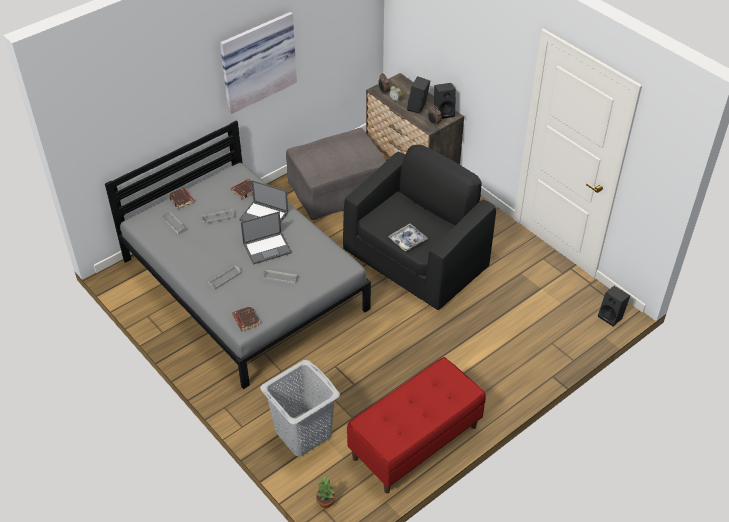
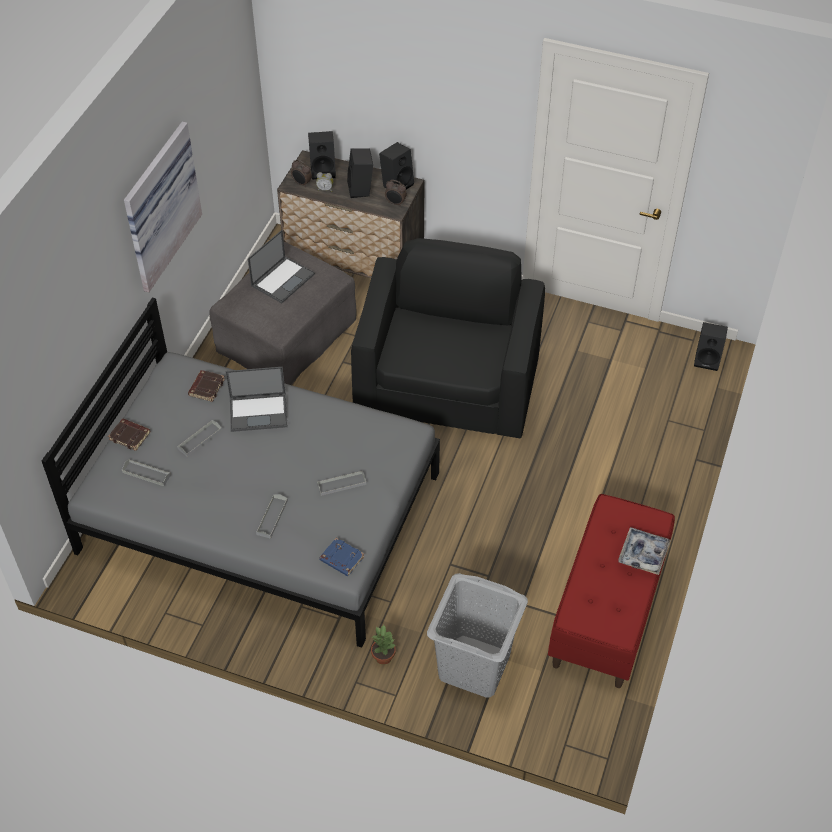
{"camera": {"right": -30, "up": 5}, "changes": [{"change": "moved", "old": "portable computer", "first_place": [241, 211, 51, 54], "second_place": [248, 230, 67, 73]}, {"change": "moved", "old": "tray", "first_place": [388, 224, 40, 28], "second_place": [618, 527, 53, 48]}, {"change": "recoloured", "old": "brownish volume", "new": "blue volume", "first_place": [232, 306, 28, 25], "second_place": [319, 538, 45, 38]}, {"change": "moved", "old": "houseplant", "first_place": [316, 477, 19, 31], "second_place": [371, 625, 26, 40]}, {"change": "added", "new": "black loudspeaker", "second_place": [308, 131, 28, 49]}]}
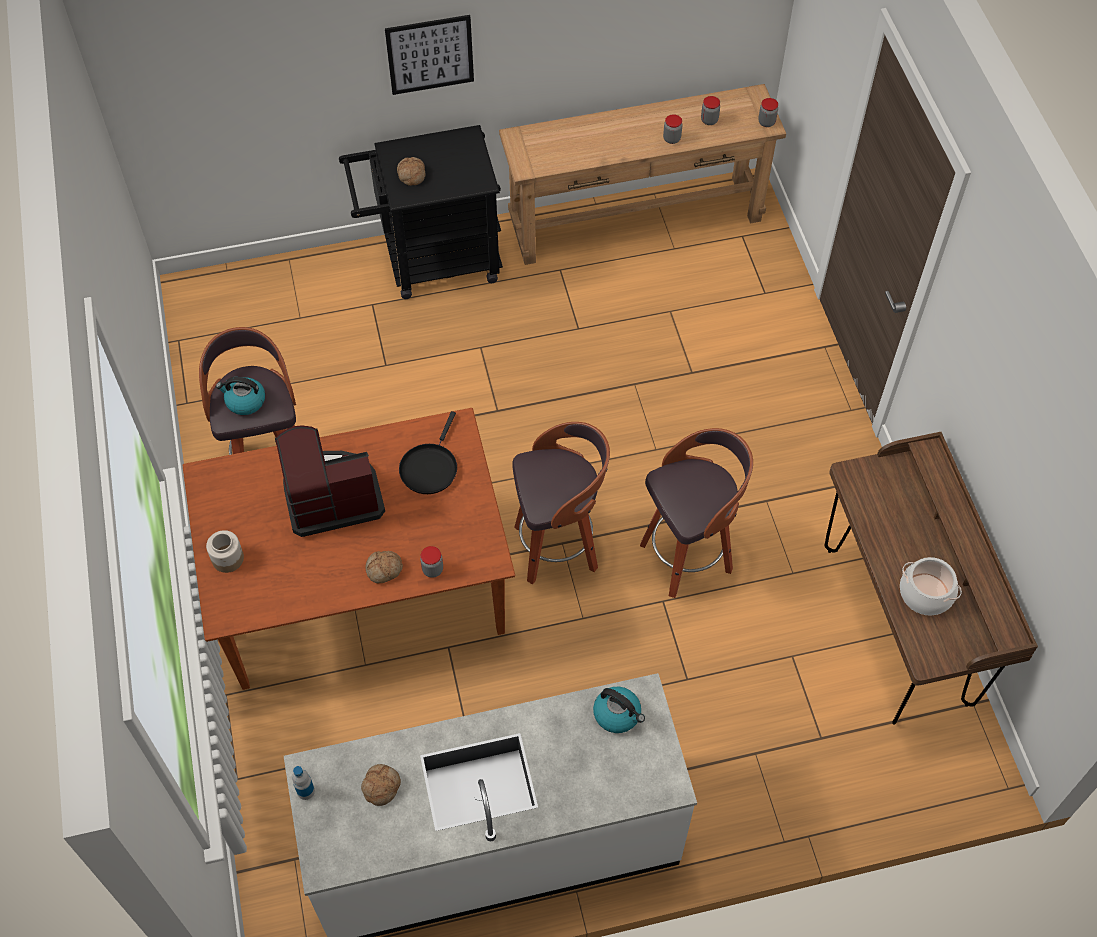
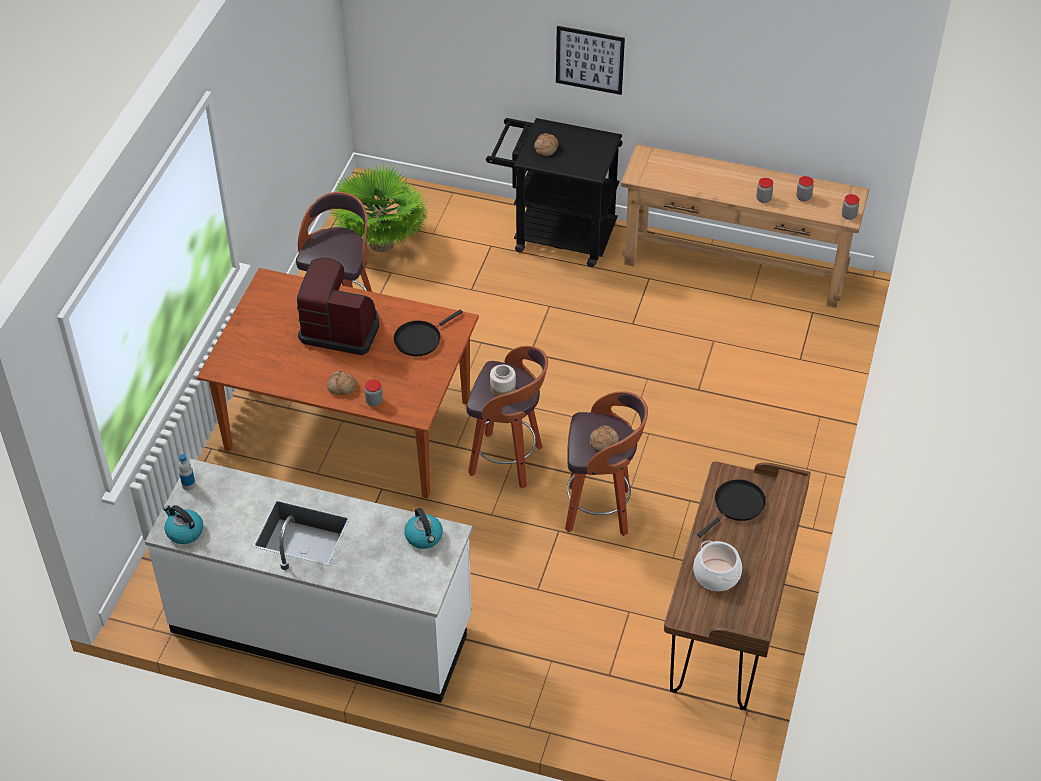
{"camera": {"right": 30, "up": -10}, "changes": [{"change": "moved", "old": "kettle", "first_place": [216, 377, 49, 38], "second_place": [163, 505, 40, 39]}, {"change": "moved", "old": "jar", "first_place": [206, 530, 38, 43], "second_place": [490, 365, 26, 32]}, {"change": "moved", "old": "baked bread", "first_place": [361, 764, 40, 42], "second_place": [590, 426, 29, 26]}, {"change": "added", "new": "houseplant", "second_place": [329, 164, 99, 88]}, {"change": "added", "new": "black skillet", "second_place": [697, 479, 69, 59]}]}
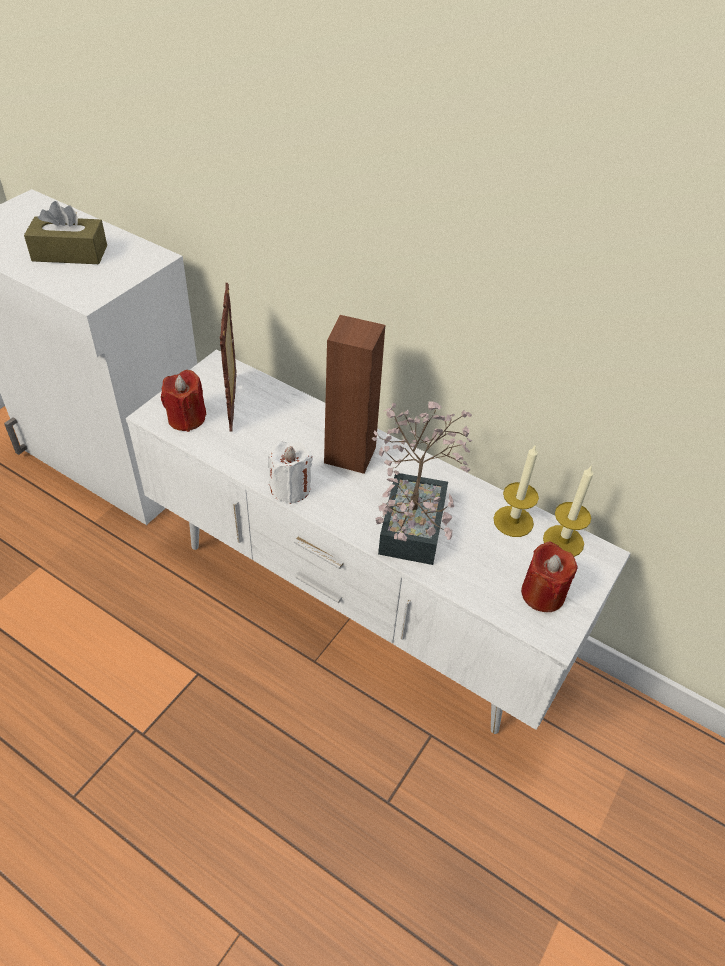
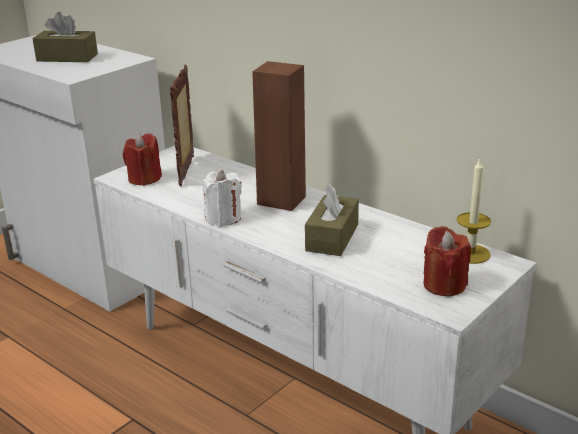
{"camera": {"right": 10, "up": -20}, "changes": [{"change": "replaced", "old": "houseplant", "new": "brownish tissue holder", "first_place": [372, 401, 100, 164], "second_place": [305, 184, 54, 72]}, {"change": "removed", "old": "wax light", "first_place": [494, 444, 45, 93]}]}
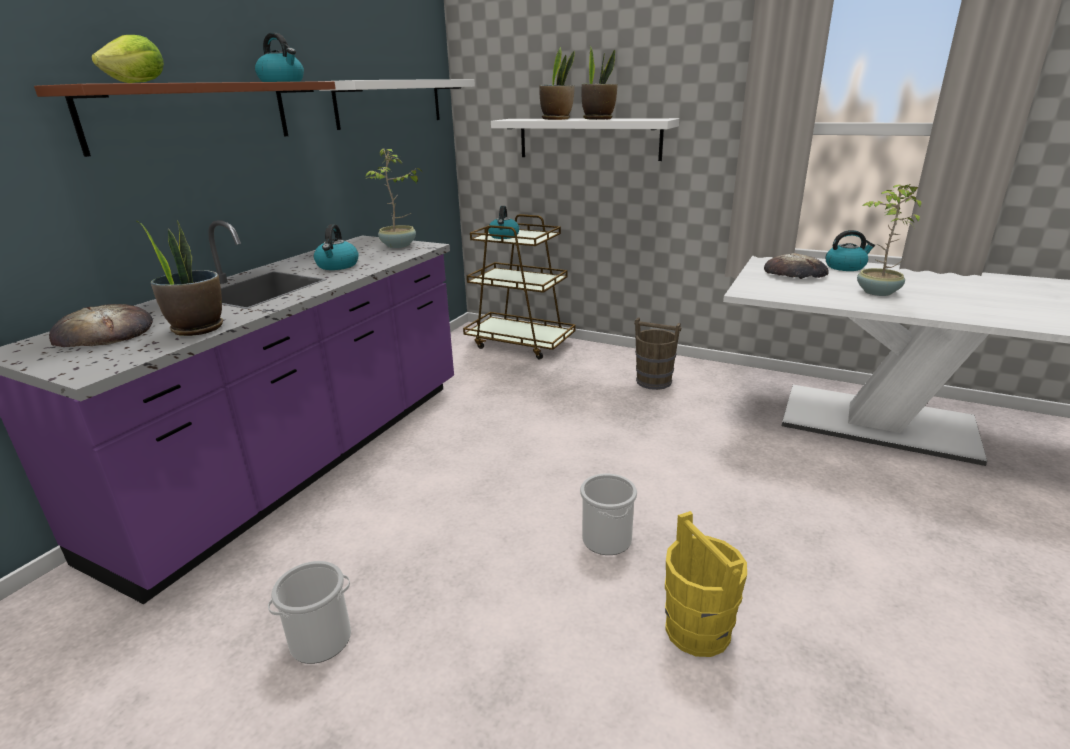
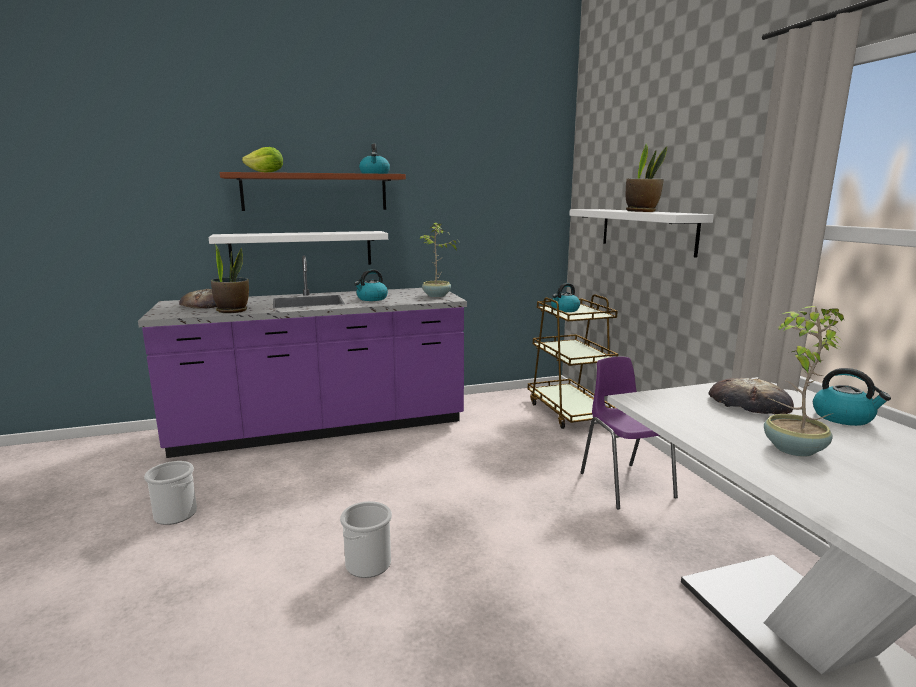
{"camera": {"right": 45, "up": -10}, "changes": [{"change": "removed", "old": "houseplant", "first_place": [539, 47, 36, 73]}, {"change": "moved", "old": "whitish bracket shelf", "first_place": [319, 79, 156, 51], "second_place": [208, 231, 180, 37]}, {"change": "replaced", "old": "brownish water bucket", "new": "purplish chair", "first_place": [634, 317, 47, 73], "second_place": [580, 356, 98, 153]}, {"change": "removed", "old": "yellow water bucket", "first_place": [665, 511, 82, 146]}]}
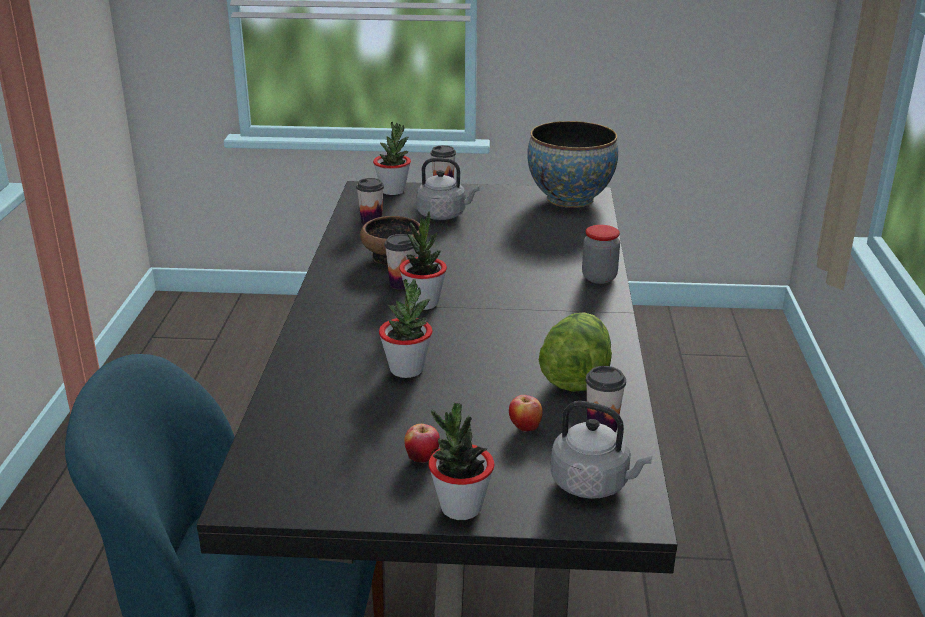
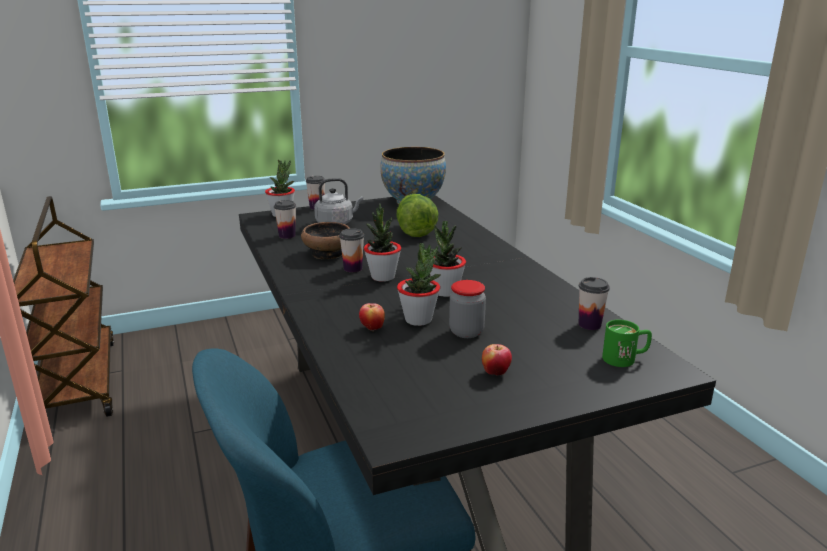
{"camera": {"right": -25, "up": -5}, "changes": [{"change": "moved", "old": "jar", "first_place": [582, 225, 38, 59], "second_place": [449, 280, 37, 58]}, {"change": "moved", "old": "lettuce", "first_place": [539, 312, 73, 80], "second_place": [396, 194, 43, 43]}, {"change": "moved", "old": "apple fruit", "first_place": [509, 395, 33, 37], "second_place": [359, 303, 26, 28]}, {"change": "replaced", "old": "greyish kettle", "new": "greenish tea mug", "first_place": [550, 401, 102, 98], "second_place": [602, 320, 50, 47]}, {"change": "moved", "old": "houseplant", "first_place": [429, 403, 65, 117], "second_place": [430, 221, 36, 76]}, {"change": "added", "new": "brownish wheeled cart", "second_place": [13, 196, 101, 221]}]}
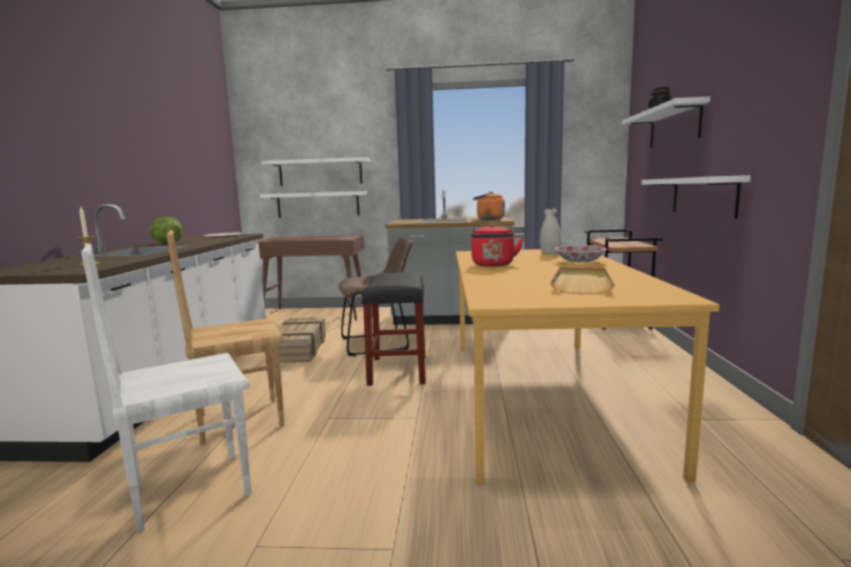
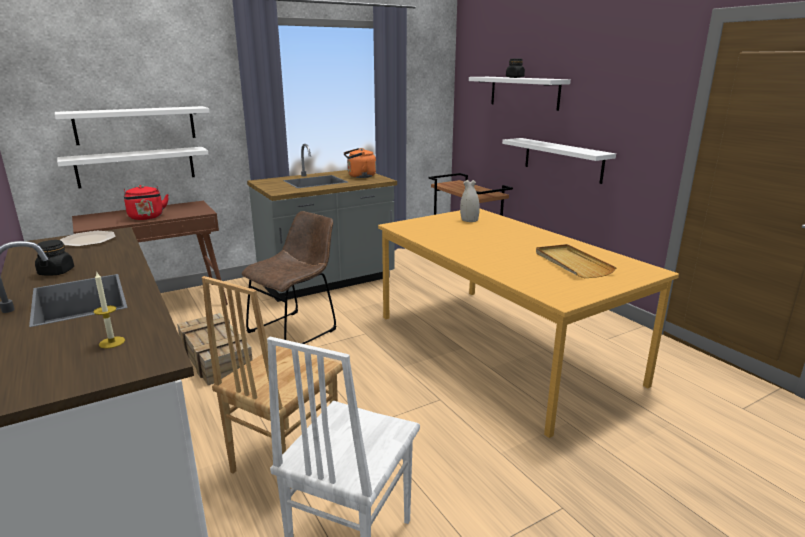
{"camera": {"right": -35, "up": 10}, "changes": [{"change": "replaced", "old": "lettuce", "new": "black jar", "first_place": [150, 217, 32, 26], "second_place": [35, 240, 39, 36]}, {"change": "moved", "old": "reddish kettle", "first_place": [471, 224, 53, 43], "second_place": [124, 185, 45, 35]}, {"change": "removed", "old": "serving bowl", "first_place": [555, 246, 52, 17]}, {"change": "removed", "old": "black sitting stool", "first_place": [361, 272, 65, 114]}]}
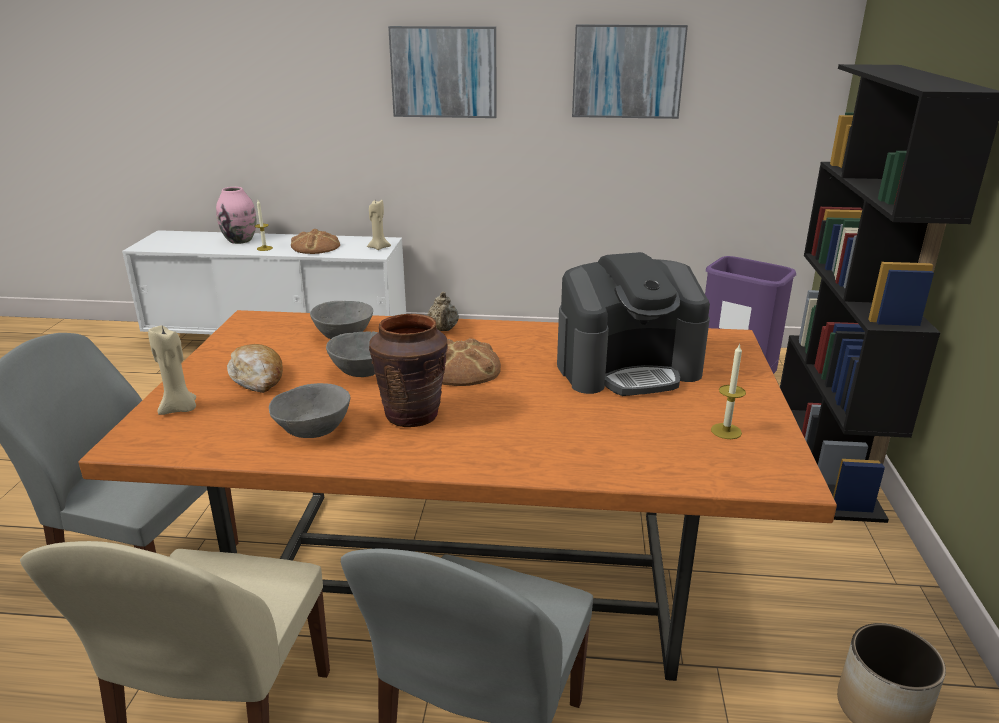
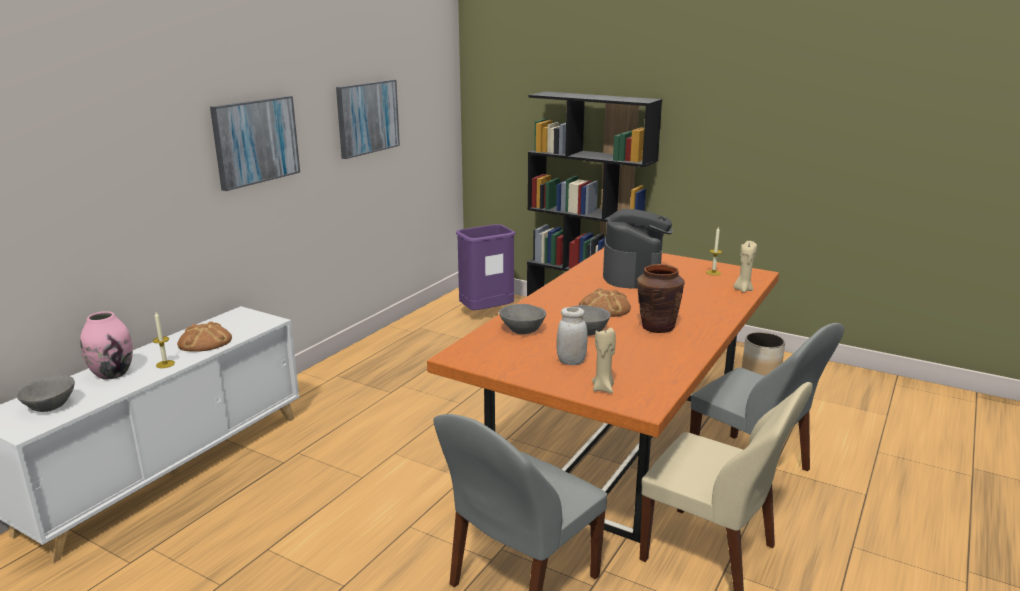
{"camera": {"right": -65, "up": -5}, "changes": [{"change": "moved", "old": "sand-coloured wax light", "first_place": [367, 200, 24, 50], "second_place": [733, 241, 24, 51]}, {"change": "removed", "old": "sand-coloured pot for tea", "first_place": [427, 292, 32, 39]}, {"change": "replaced", "old": "baked bread", "new": "whitish jar", "first_place": [227, 344, 56, 49], "second_place": [557, 307, 30, 58]}, {"change": "moved", "old": "greyish serving bowl", "first_place": [269, 383, 81, 55], "second_place": [16, 375, 59, 37]}]}
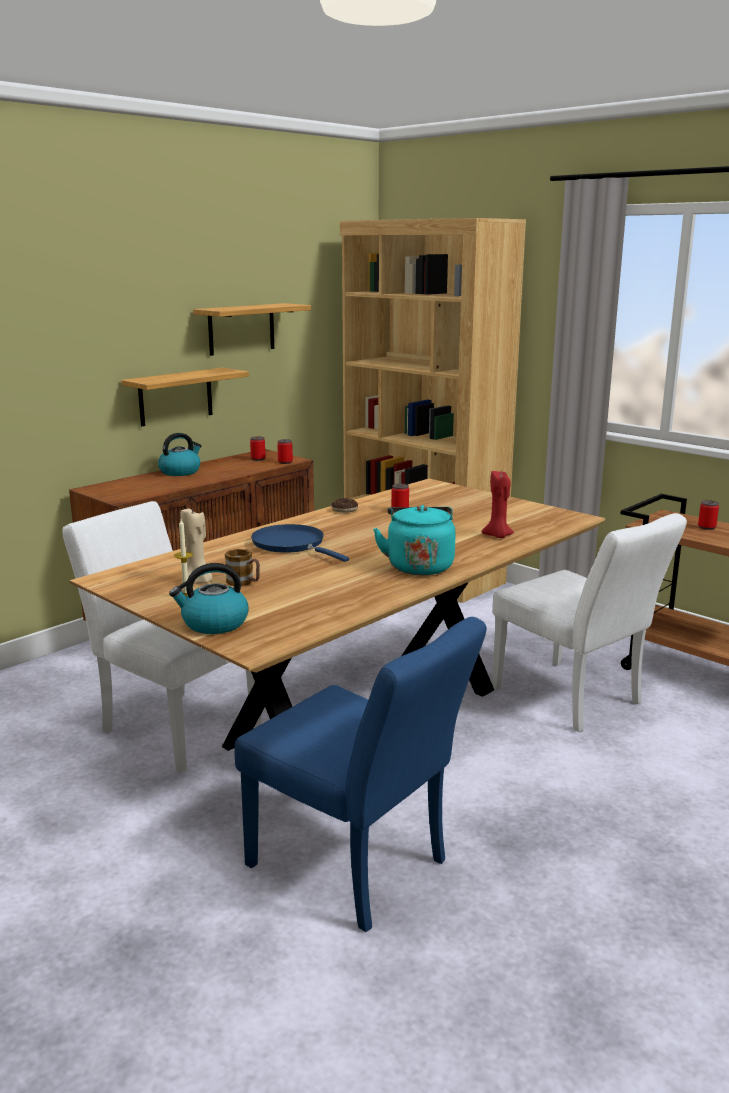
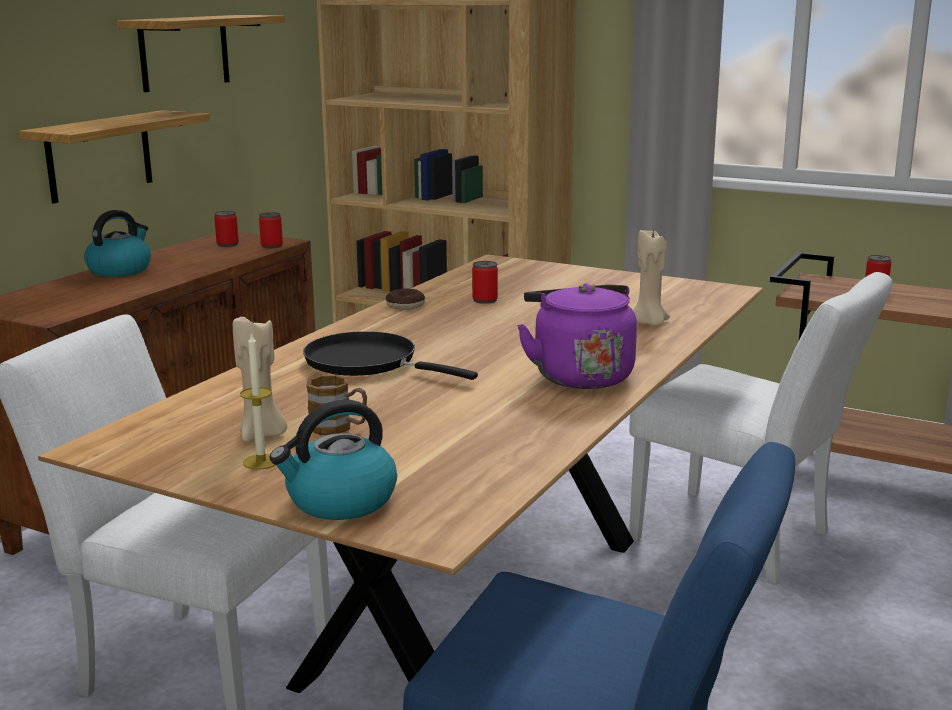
{"camera": {"right": -15, "up": 0}, "changes": [{"change": "recoloured", "old": "reddish wax light", "new": "sand-coloured wax light", "first_place": [482, 471, 32, 67], "second_place": [633, 228, 37, 98]}, {"change": "recoloured", "old": "blue-green kettle", "new": "purplish kettle", "first_place": [373, 505, 83, 70], "second_place": [517, 283, 120, 106]}, {"change": "recoloured", "old": "blue skillet", "new": "black skillet", "first_place": [251, 524, 98, 38], "second_place": [303, 331, 175, 49]}]}
